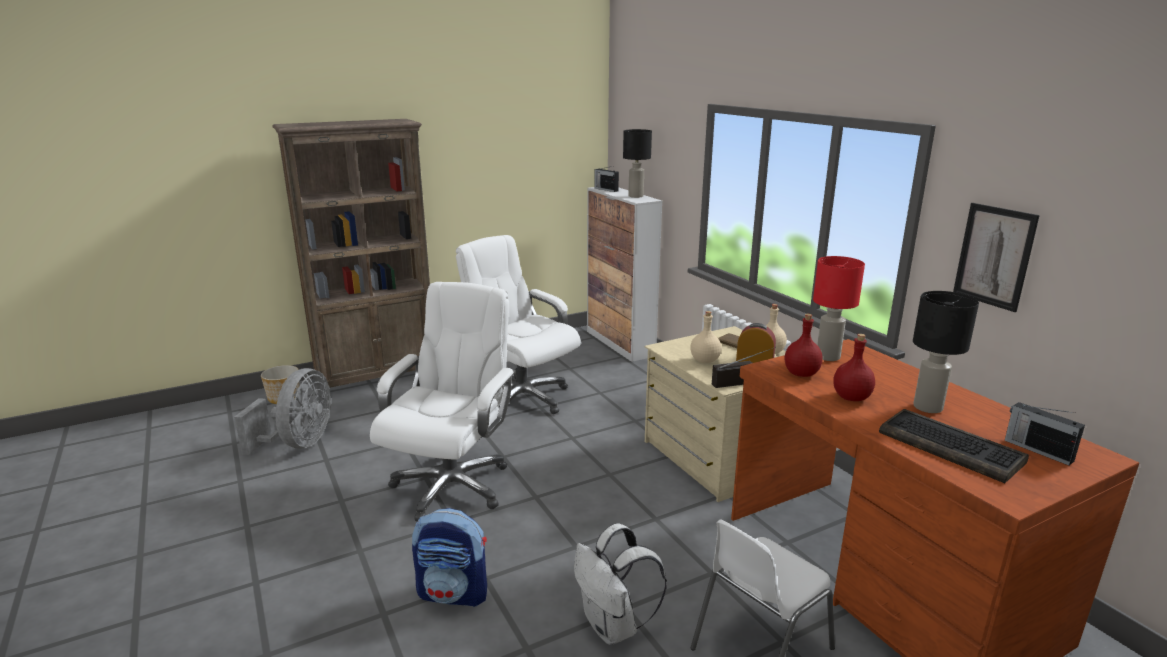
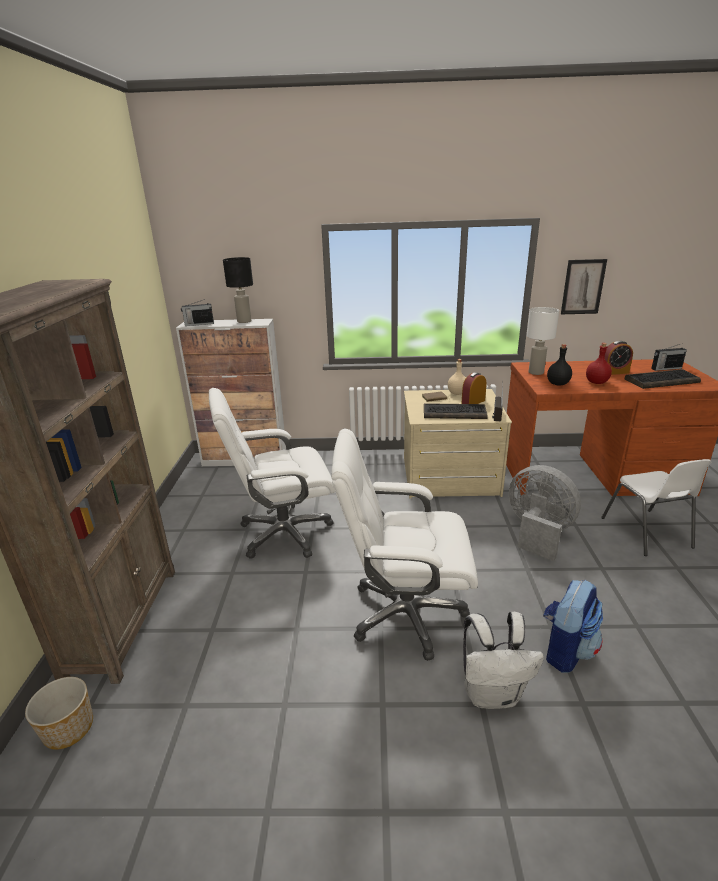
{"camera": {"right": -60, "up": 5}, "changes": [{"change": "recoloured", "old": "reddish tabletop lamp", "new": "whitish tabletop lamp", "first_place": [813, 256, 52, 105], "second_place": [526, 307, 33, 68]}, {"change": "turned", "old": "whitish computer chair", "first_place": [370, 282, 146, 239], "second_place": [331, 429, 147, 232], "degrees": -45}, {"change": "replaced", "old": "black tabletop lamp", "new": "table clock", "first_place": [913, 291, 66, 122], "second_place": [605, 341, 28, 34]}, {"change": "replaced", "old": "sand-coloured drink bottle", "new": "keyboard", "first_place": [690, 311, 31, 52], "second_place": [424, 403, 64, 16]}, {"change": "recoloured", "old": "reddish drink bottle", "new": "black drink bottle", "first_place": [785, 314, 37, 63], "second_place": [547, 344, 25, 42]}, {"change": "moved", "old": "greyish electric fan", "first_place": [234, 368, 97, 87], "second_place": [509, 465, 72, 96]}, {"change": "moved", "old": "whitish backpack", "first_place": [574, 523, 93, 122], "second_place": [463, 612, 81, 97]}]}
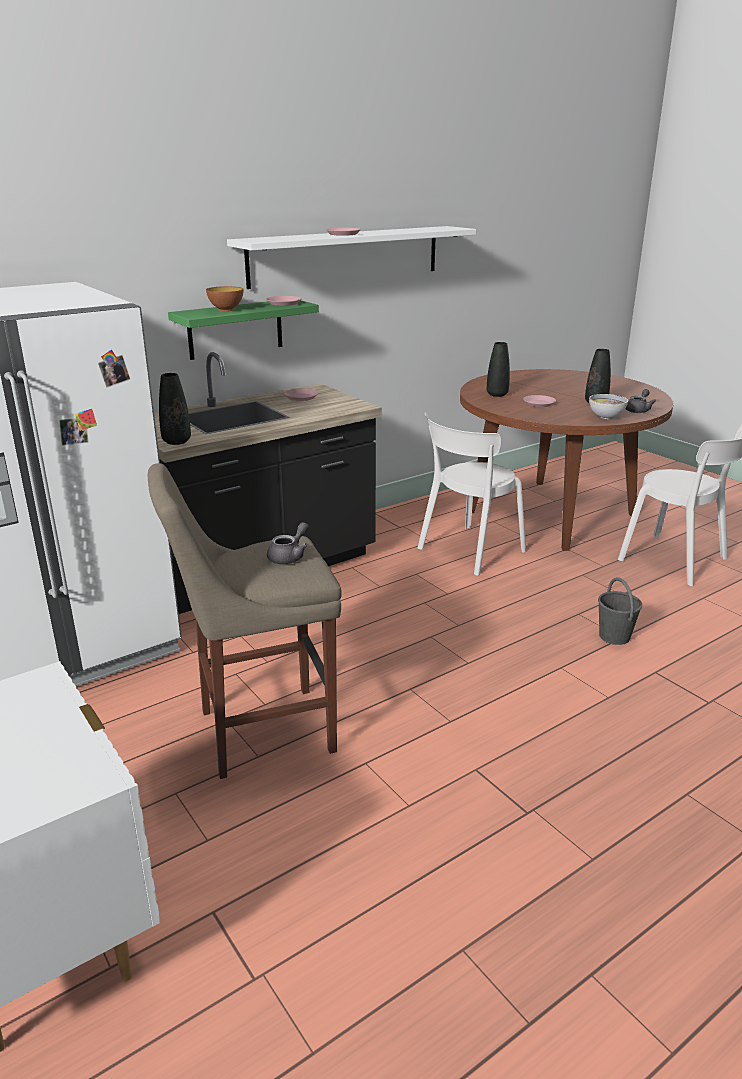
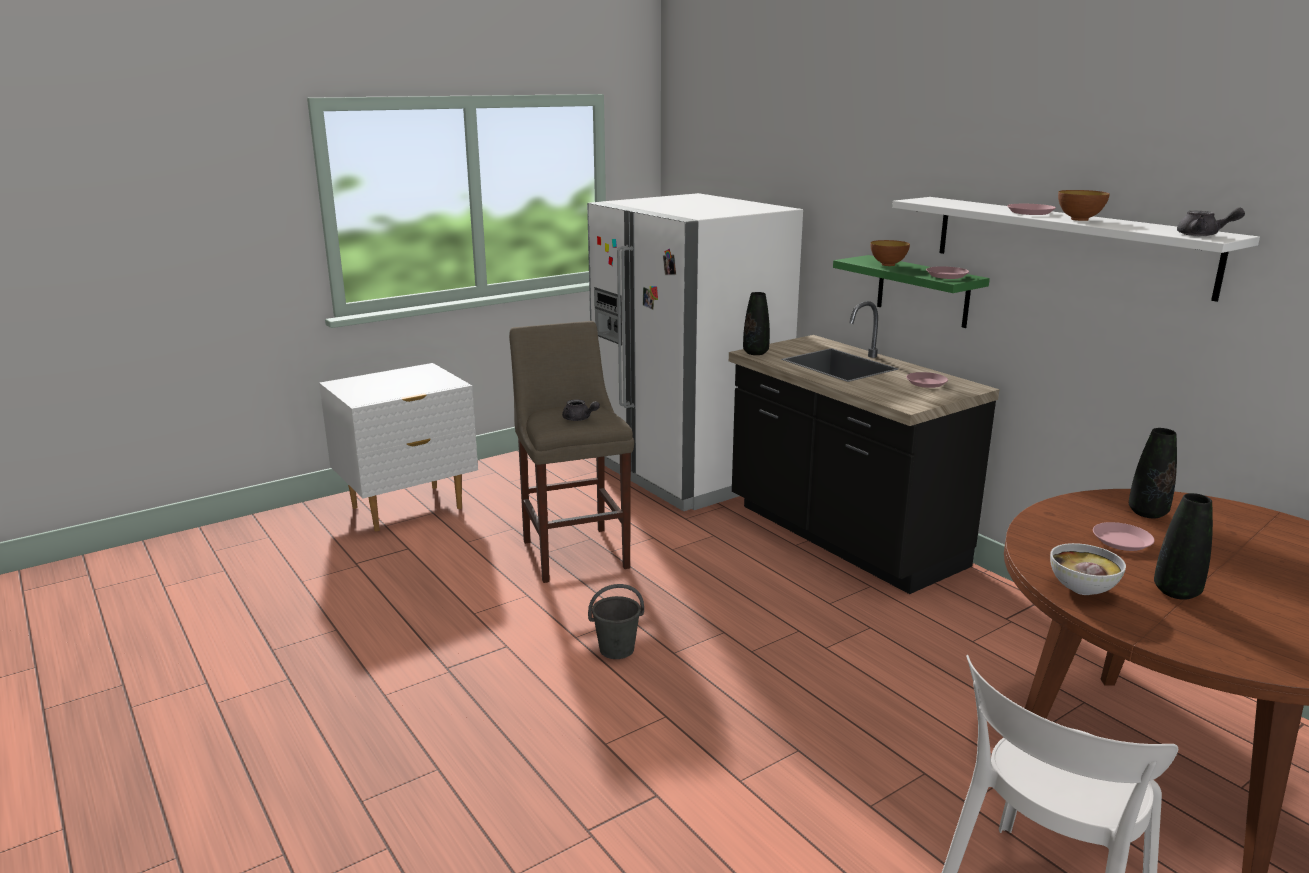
{"camera": {"right": 90, "up": -5}, "changes": [{"change": "moved", "old": "greyish pot for tea", "first_place": [626, 389, 30, 24], "second_place": [1177, 207, 68, 29]}, {"change": "removed", "old": "whitish chair", "first_place": [418, 412, 108, 164]}, {"change": "moved", "old": "greyish water bucket", "first_place": [598, 577, 44, 68], "second_place": [588, 584, 56, 75]}, {"change": "added", "new": "serving bowl", "second_place": [1058, 190, 52, 31]}]}
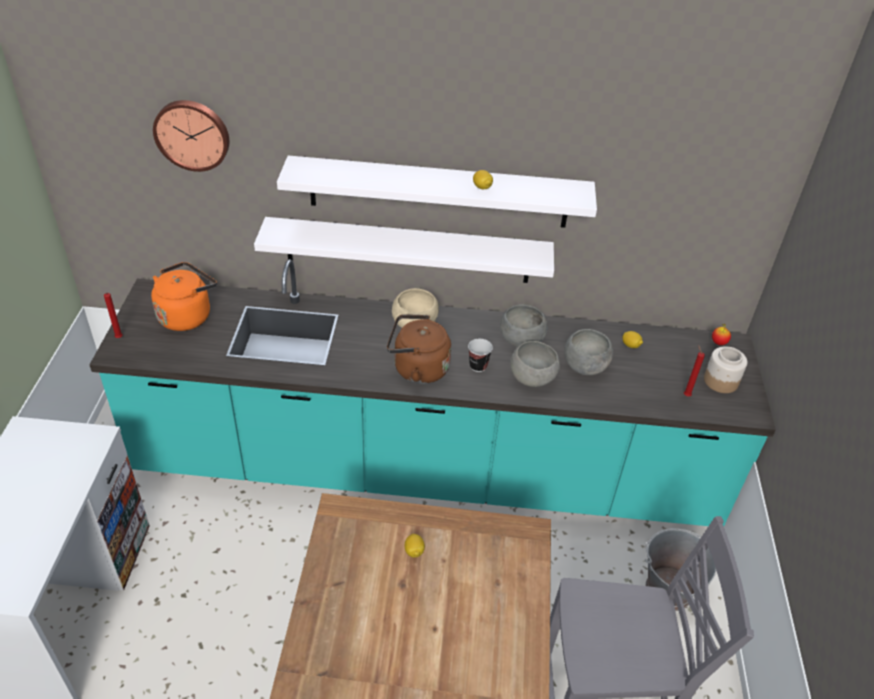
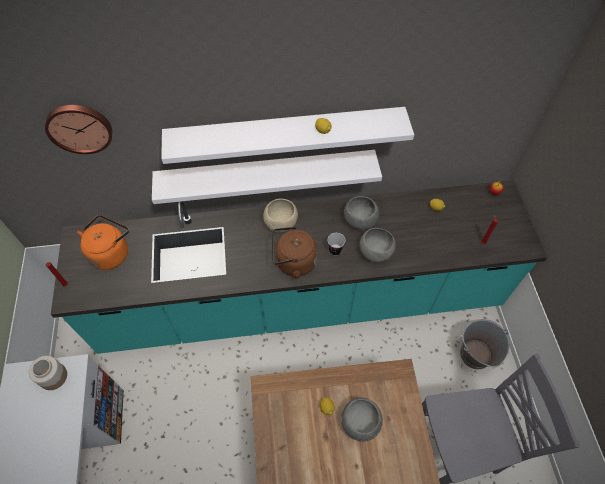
{"camera": {"right": -10, "up": 15}, "changes": [{"change": "moved", "old": "greyish serving bowl", "first_place": [564, 329, 49, 46], "second_place": [341, 397, 42, 45]}, {"change": "moved", "old": "jar", "first_place": [704, 346, 43, 47], "second_place": [29, 356, 38, 34]}]}
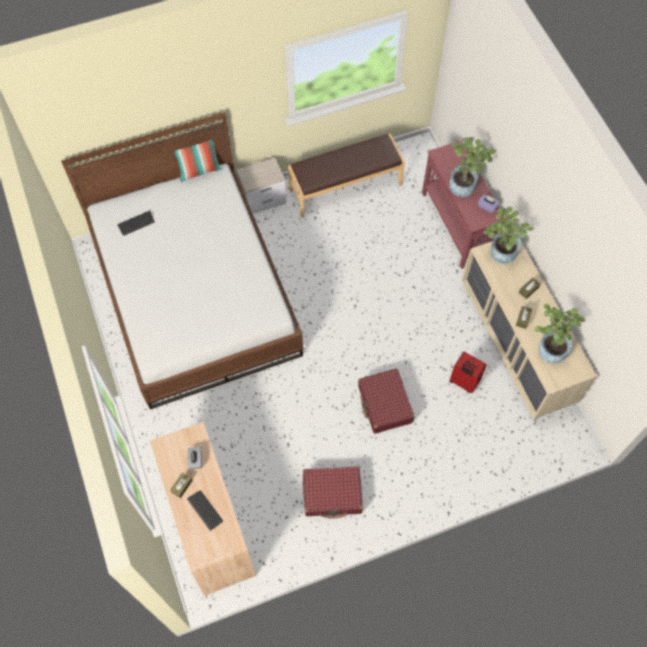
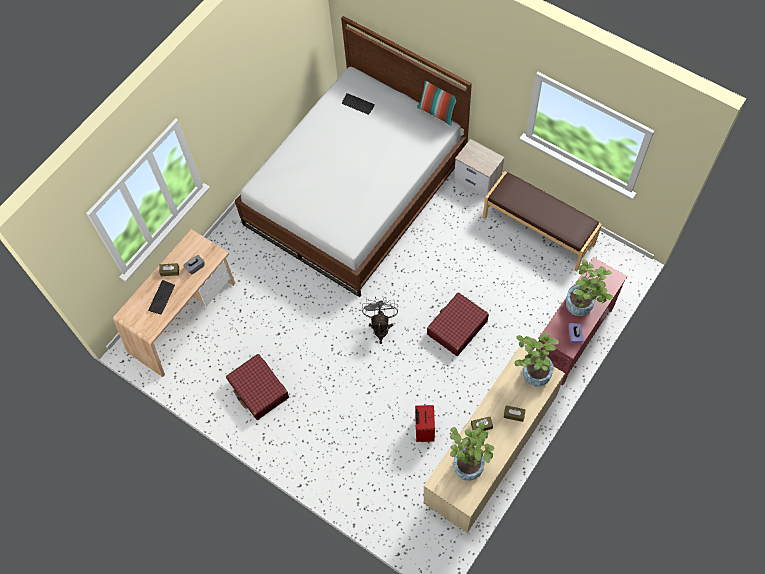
{"camera": {"right": 60, "up": 0}, "changes": [{"change": "moved", "old": "reddish travel case", "first_place": [358, 369, 56, 65], "second_place": [427, 292, 62, 64]}, {"change": "added", "new": "greyish electric fan", "second_place": [362, 297, 36, 47]}]}
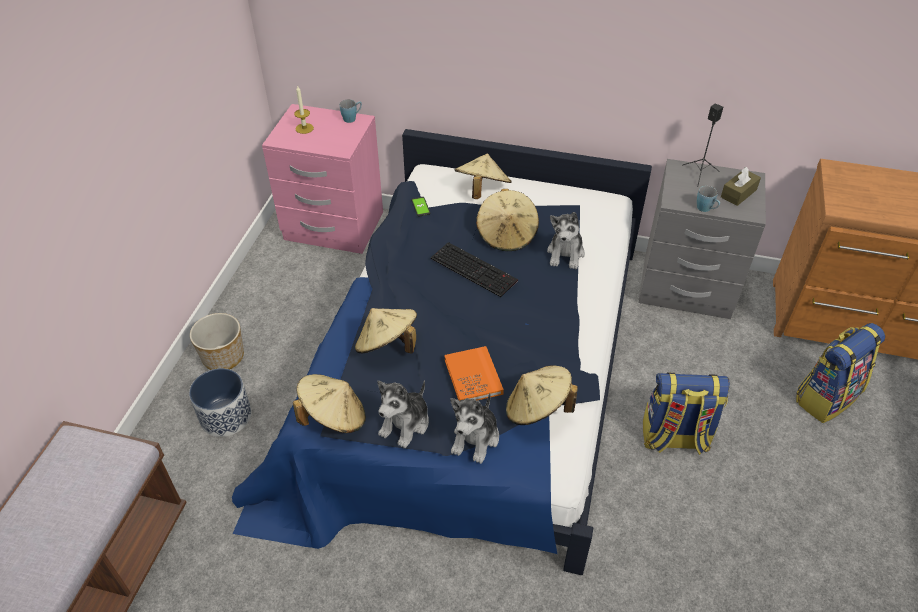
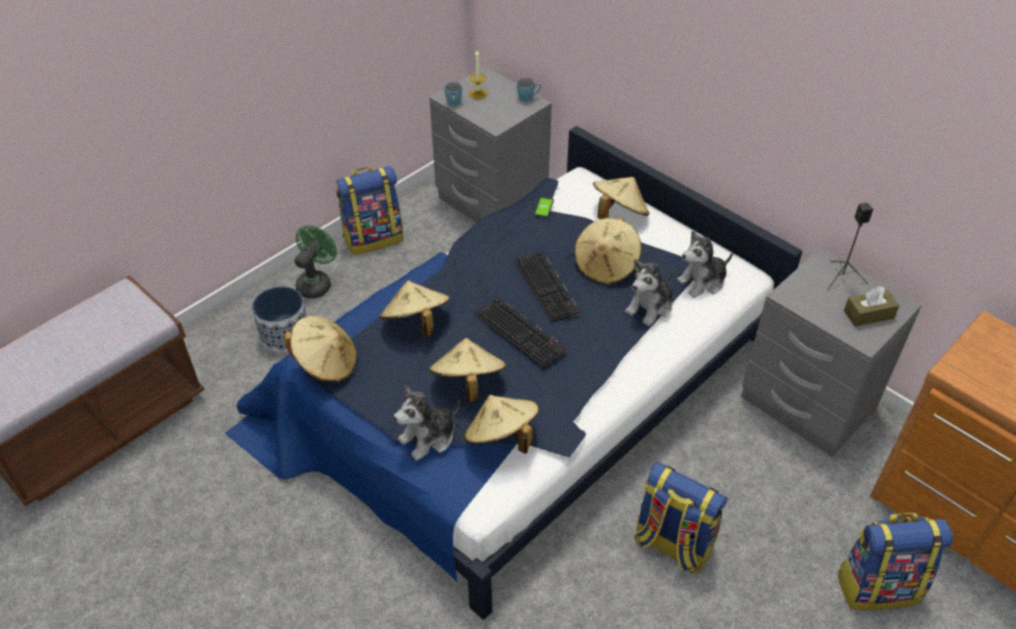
{"camera": {"right": 30, "up": 0}, "changes": [{"change": "recoloured", "old": "pink-coloured nightstand", "new": "greyish nightstand", "first_place": [262, 104, 121, 150], "second_place": [429, 67, 123, 156]}, {"change": "moved", "old": "blue tea mug", "first_place": [697, 186, 23, 26], "second_place": [445, 82, 17, 24]}, {"change": "replaced", "old": "plant pot", "new": "greenish electric fan", "first_place": [190, 313, 54, 57], "second_place": [294, 225, 43, 73]}, {"change": "replaced", "old": "orange volume", "new": "sand-coloured wearable hat", "first_place": [444, 346, 60, 54], "second_place": [429, 338, 77, 64]}, {"change": "moved", "old": "soft toy", "first_place": [378, 381, 51, 67], "second_place": [677, 230, 56, 68]}, {"change": "added", "new": "backpack", "second_place": [336, 166, 67, 89]}, {"change": "added", "new": "keyboard", "second_place": [475, 297, 92, 71]}]}
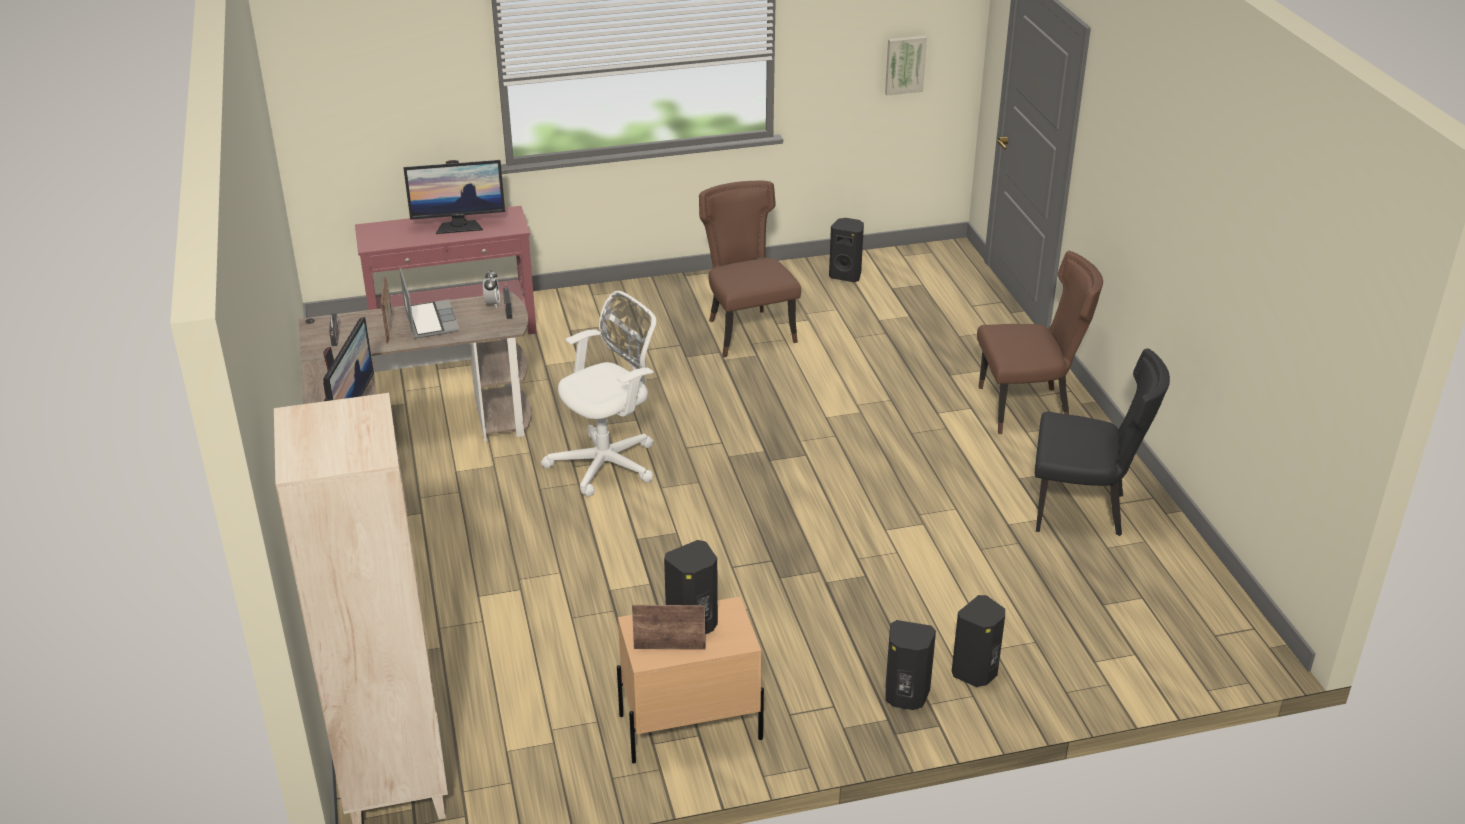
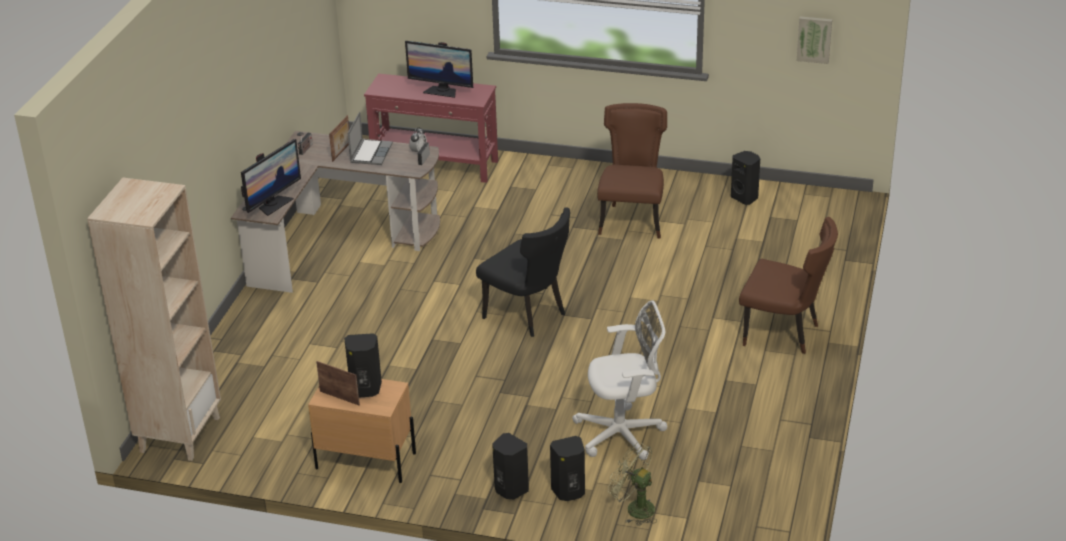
{"camera": {"right": 30, "up": 0}, "changes": [{"change": "moved", "old": "whitish computer chair", "first_place": [541, 291, 115, 206], "second_place": [572, 300, 96, 160]}, {"change": "moved", "old": "black chair", "first_place": [1035, 348, 135, 188], "second_place": [476, 208, 94, 129]}, {"change": "added", "new": "greenish electric fan", "second_place": [608, 442, 49, 84]}]}
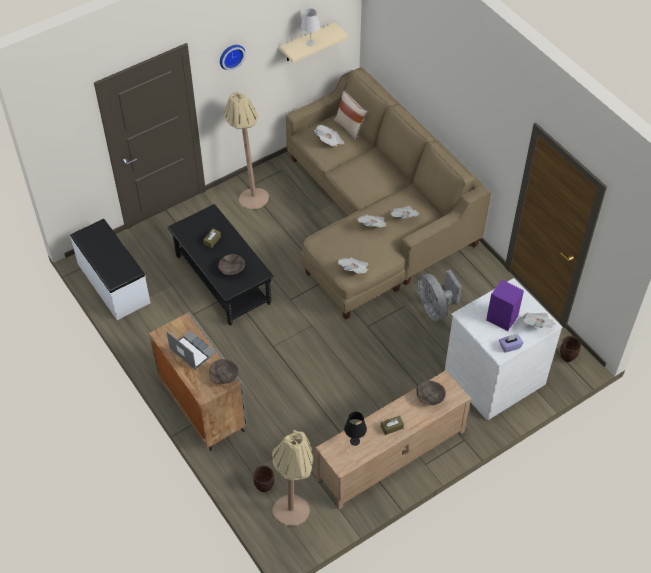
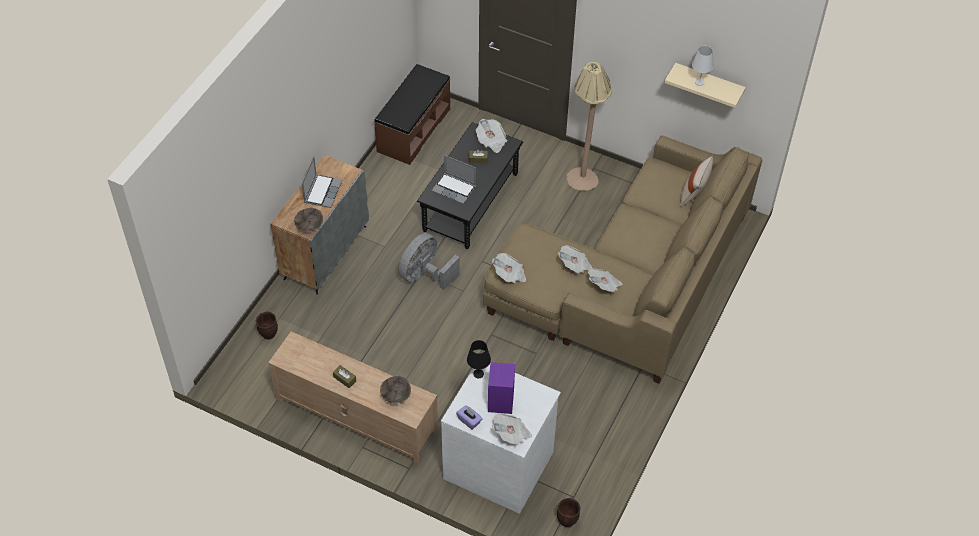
{"camera": {"right": 60, "up": 0}, "changes": [{"change": "removed", "old": "clock on the wall", "first_place": [220, 45, 25, 25]}, {"change": "moved", "old": "printed paper", "first_place": [314, 125, 30, 21], "second_place": [476, 119, 31, 34]}, {"change": "recoloured", "old": "whitish long seat", "new": "brownish long seat", "first_place": [70, 219, 81, 101], "second_place": [374, 64, 76, 101]}, {"change": "replaced", "old": "brownish serving bowl", "new": "portable computer", "first_place": [218, 254, 27, 21], "second_place": [432, 155, 44, 49]}, {"change": "moved", "old": "greyish electric fan", "first_place": [418, 270, 44, 51], "second_place": [399, 233, 61, 57]}, {"change": "moved", "old": "black tabletop lamp", "first_place": [344, 412, 23, 34], "second_place": [467, 340, 24, 38]}, {"change": "removed", "old": "sand-coloured standard lamp", "first_place": [272, 430, 41, 96]}]}
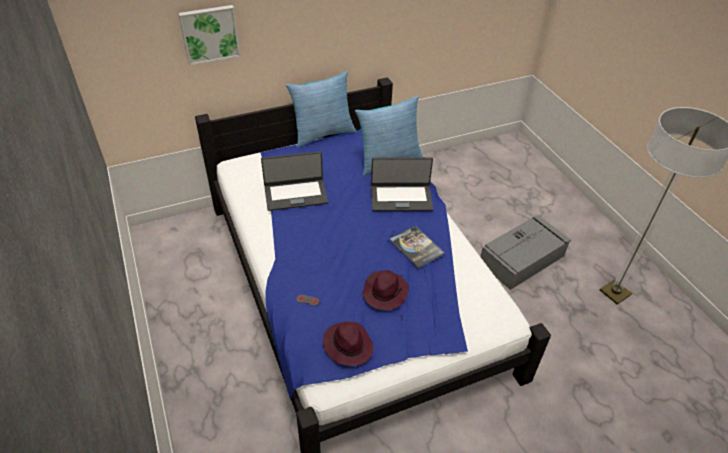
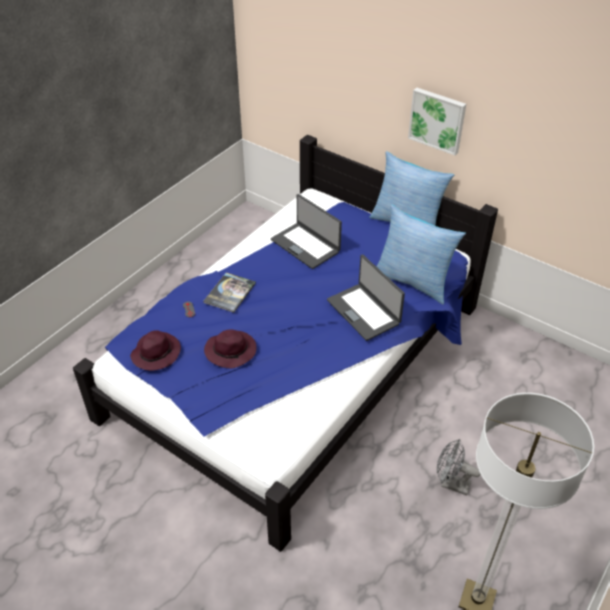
{"camera": {"right": 60, "up": 0}, "changes": [{"change": "moved", "old": "picture", "first_place": [178, 5, 63, 61], "second_place": [408, 88, 58, 67]}, {"change": "replaced", "old": "greyish storage bin", "new": "greyish electric fan", "first_place": [480, 215, 91, 75], "second_place": [437, 439, 43, 56]}, {"change": "moved", "old": "volume", "first_place": [390, 226, 55, 42], "second_place": [203, 273, 53, 40]}]}
